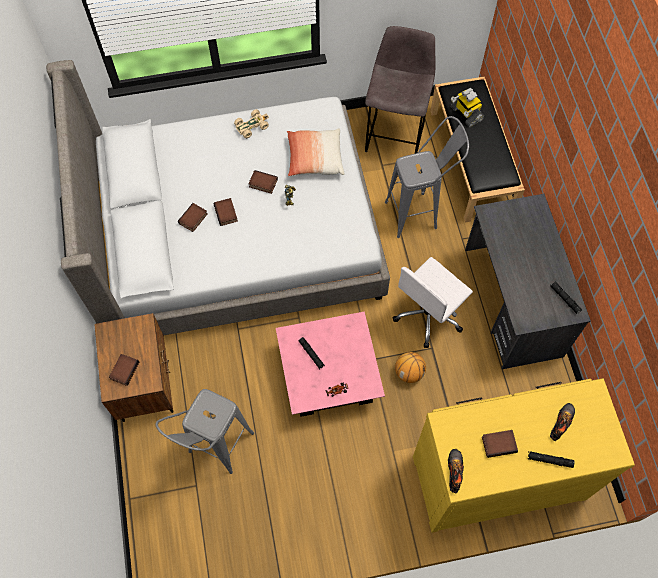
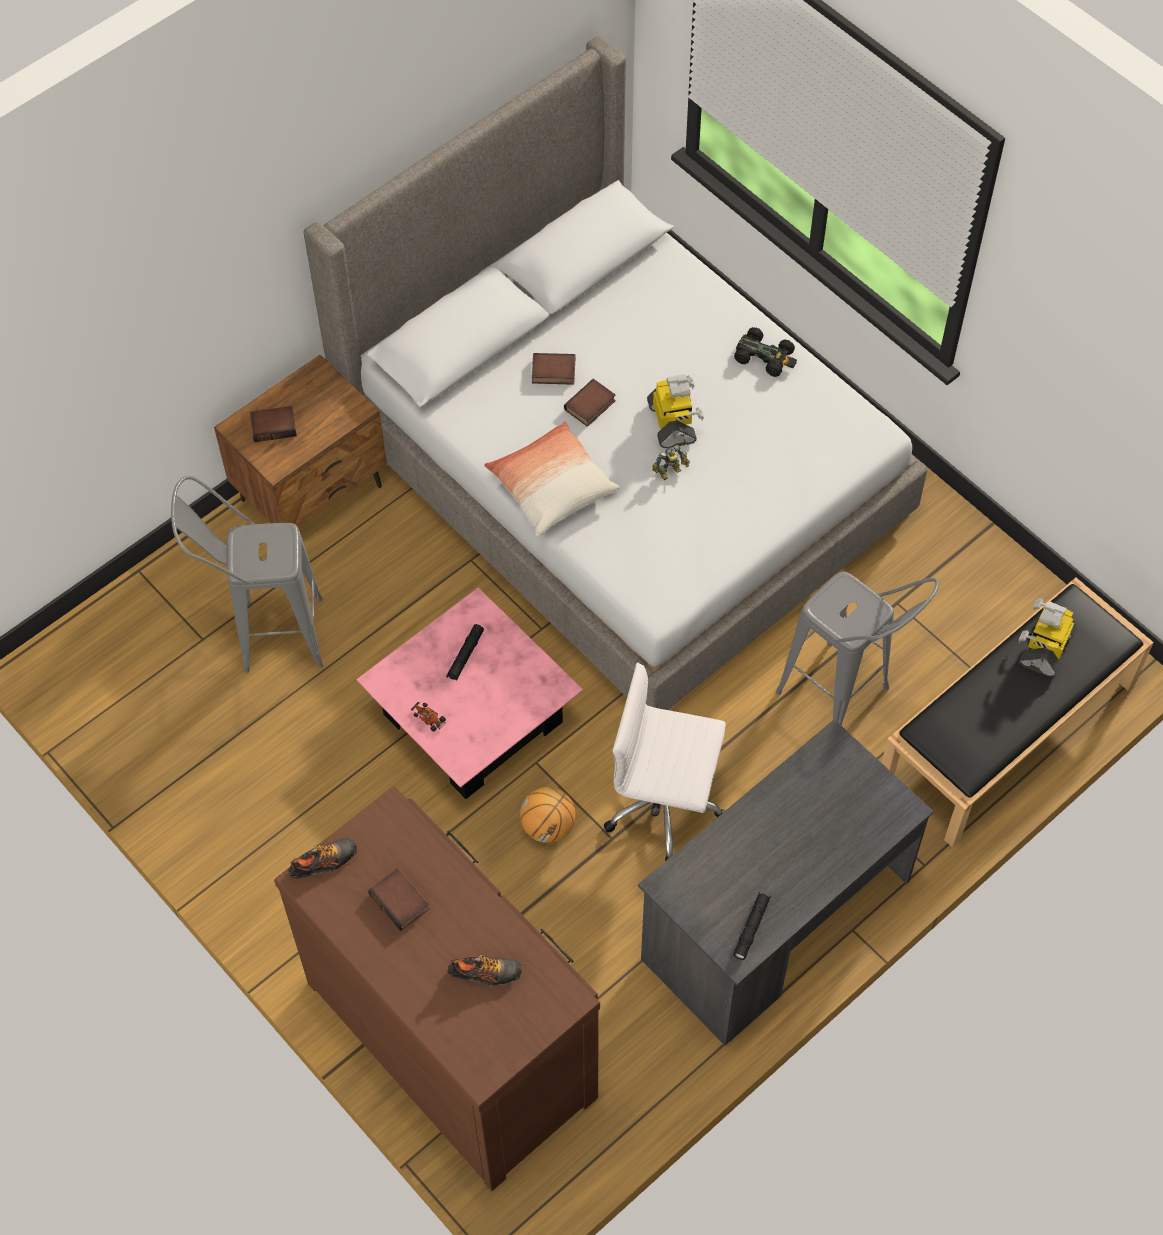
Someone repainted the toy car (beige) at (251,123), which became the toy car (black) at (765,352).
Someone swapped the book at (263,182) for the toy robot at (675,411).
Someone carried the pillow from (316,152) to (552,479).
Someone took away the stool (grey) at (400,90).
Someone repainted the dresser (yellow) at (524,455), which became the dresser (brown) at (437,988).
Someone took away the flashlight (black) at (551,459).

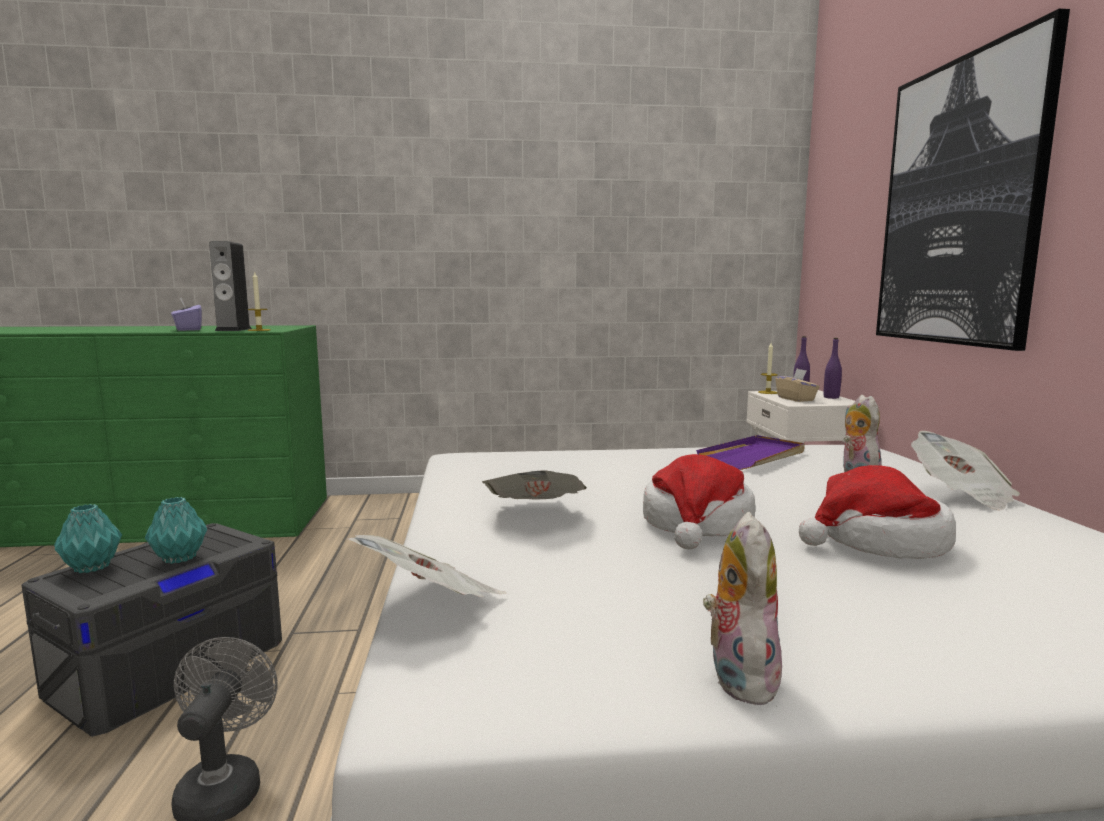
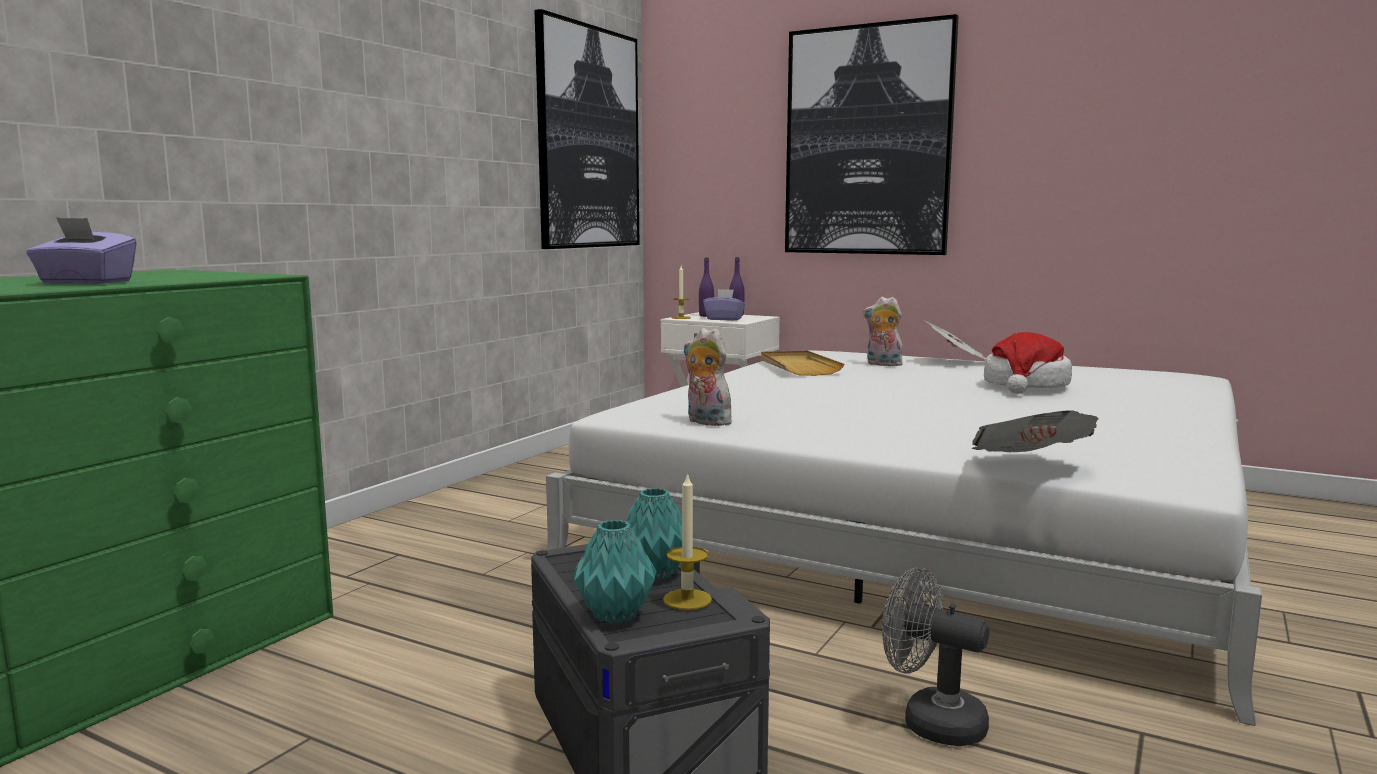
Someone took away the speaker at (230,286).
Someone carried the candle from (259,301) to (687,541).
Someone took away the newspaper at (534,485).
Someone took away the hat at (699,501).
Someone repainted the tray (purple) at (750,452), which became the tray (beige) at (803,363).
Someone carried the plush toy from (742,608) to (707,377).
Someone repainted the tissue box (beige) at (797,385), which became the tissue box (purple) at (724,305).
Someone put up the picture at (586,129).

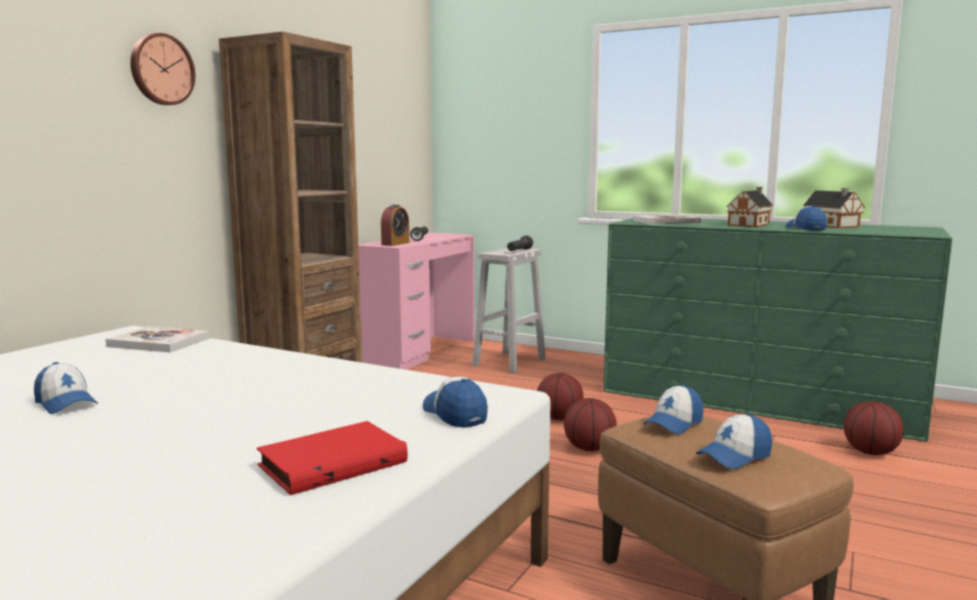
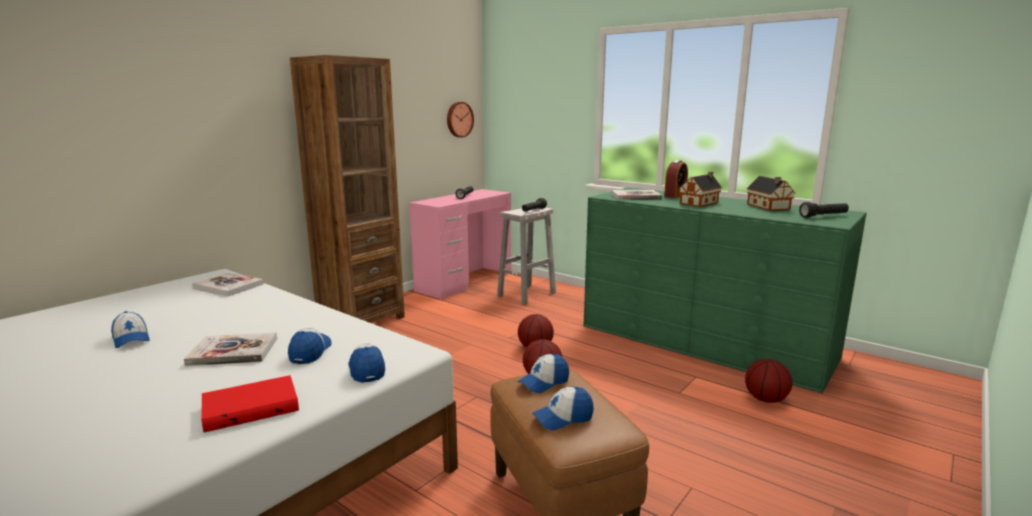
Someone carried the wall clock from (162,69) to (460,120).
Someone carried the alarm clock from (395,225) to (676,179).
Someone carried the cap from (806,218) to (310,346).
Someone put down the book at (230,349).
Someone put down the flashlight (black) at (824,210).

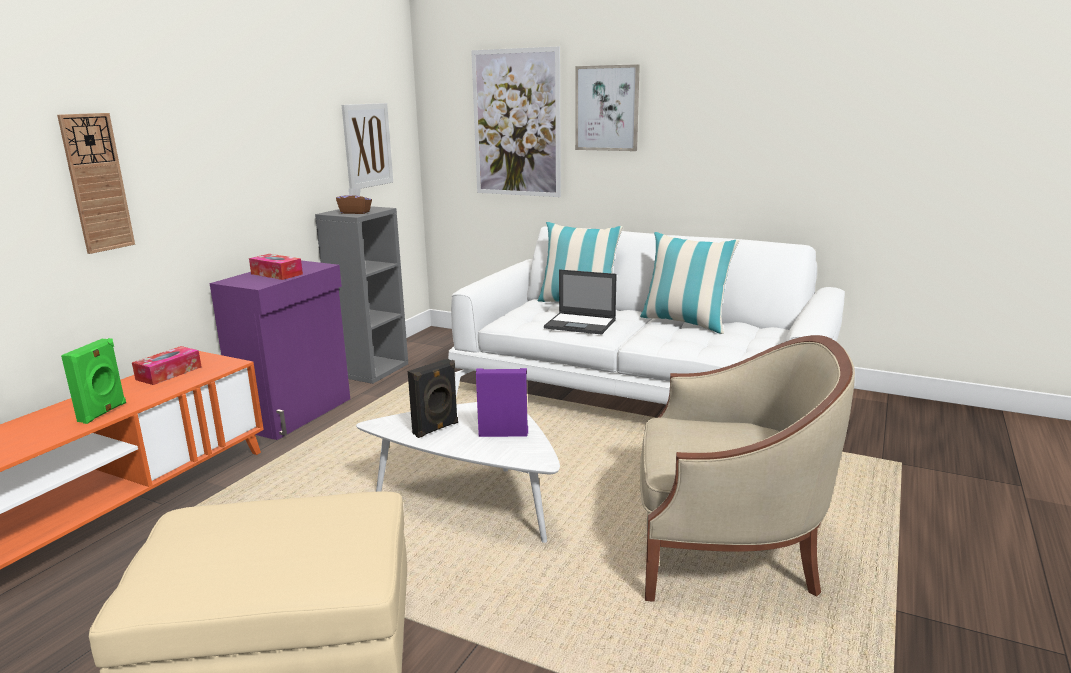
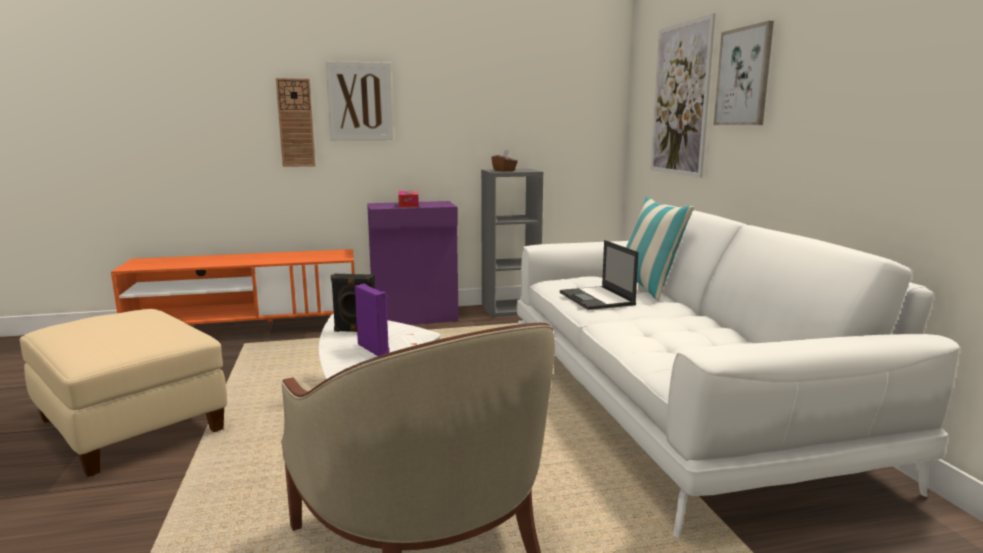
Someone took away the speaker (green) at (93,381).
Someone took away the tissue box at (166,365).
Someone carried the picture from (367,146) to (359,100).
Someone took away the pillow at (689,283).

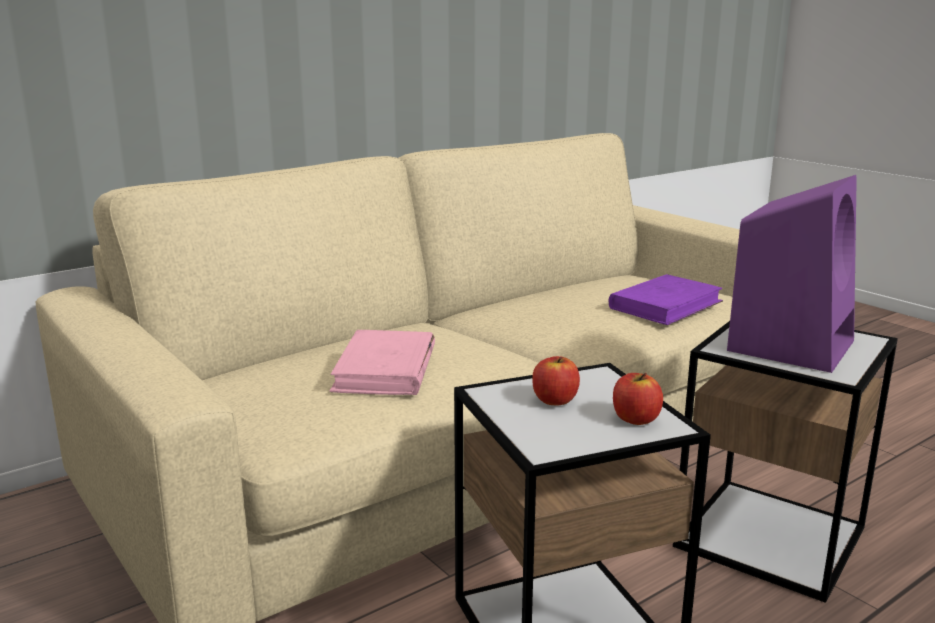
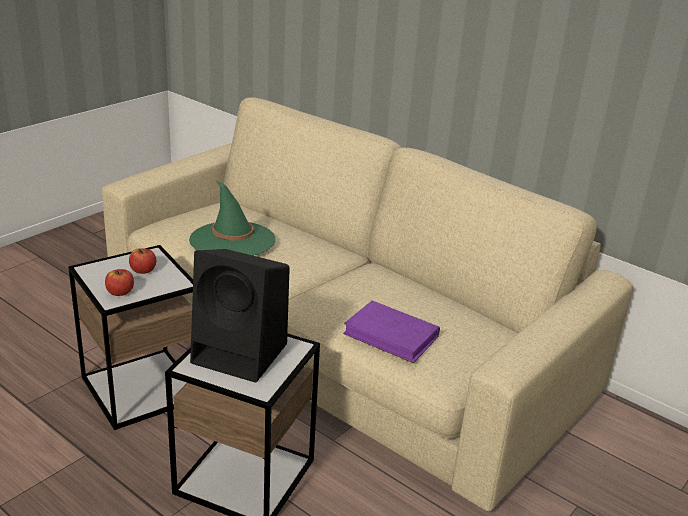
Someone swapped the book (pink) at (382,362) for the hat (green) at (232,218).
Someone repainted the speaker (purple) at (792,274), which became the speaker (black) at (240,316).

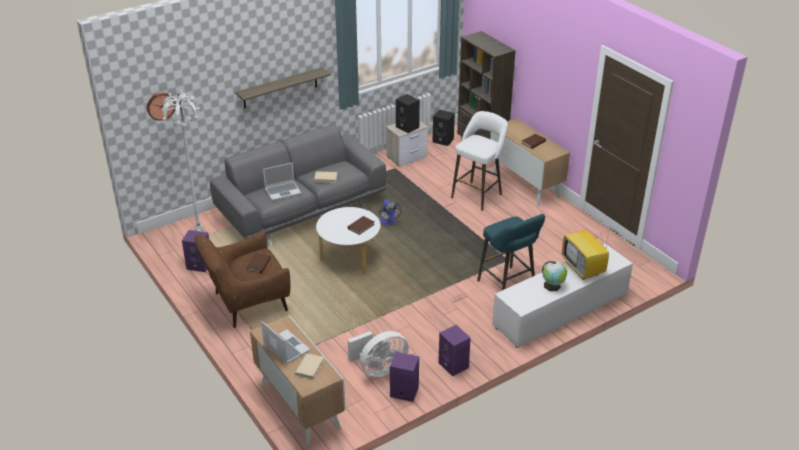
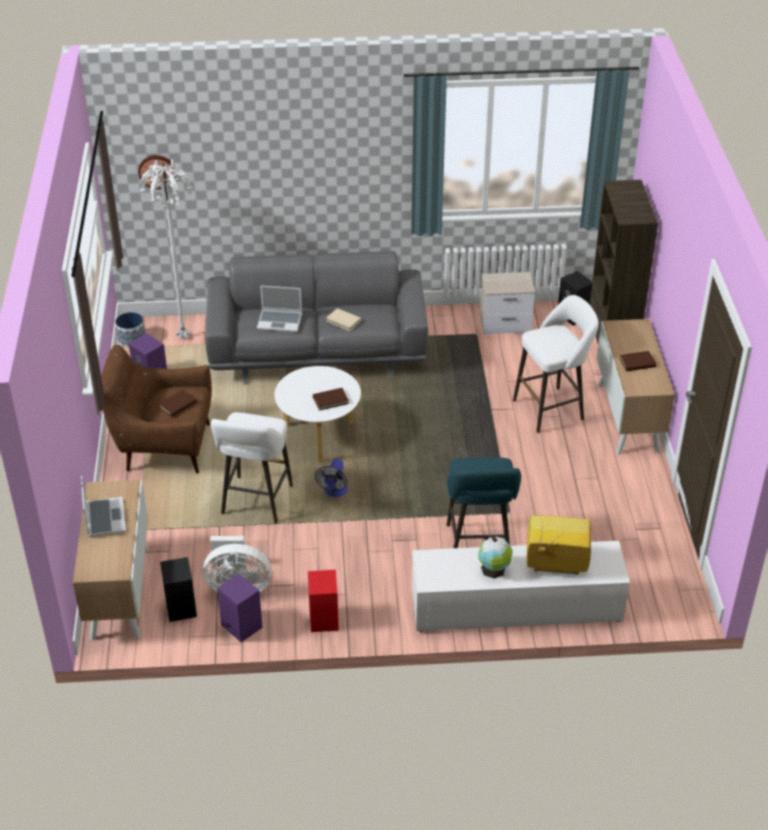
Someone took away the shelf at (283,88).
Someone took away the book (beige) at (309,366).
Someone carried the fan from (390,212) to (331,478).
Someone carried the speaker (black) from (408,113) to (178,589).
Someone repainted the speaker (purple) at (454,350), which became the speaker (red) at (323,601).
Someone rotated the television at (585,252) by 90 degrees clockwise.
Someone put down the planter at (130,330).
Someone put down the stool (white) at (252,468).

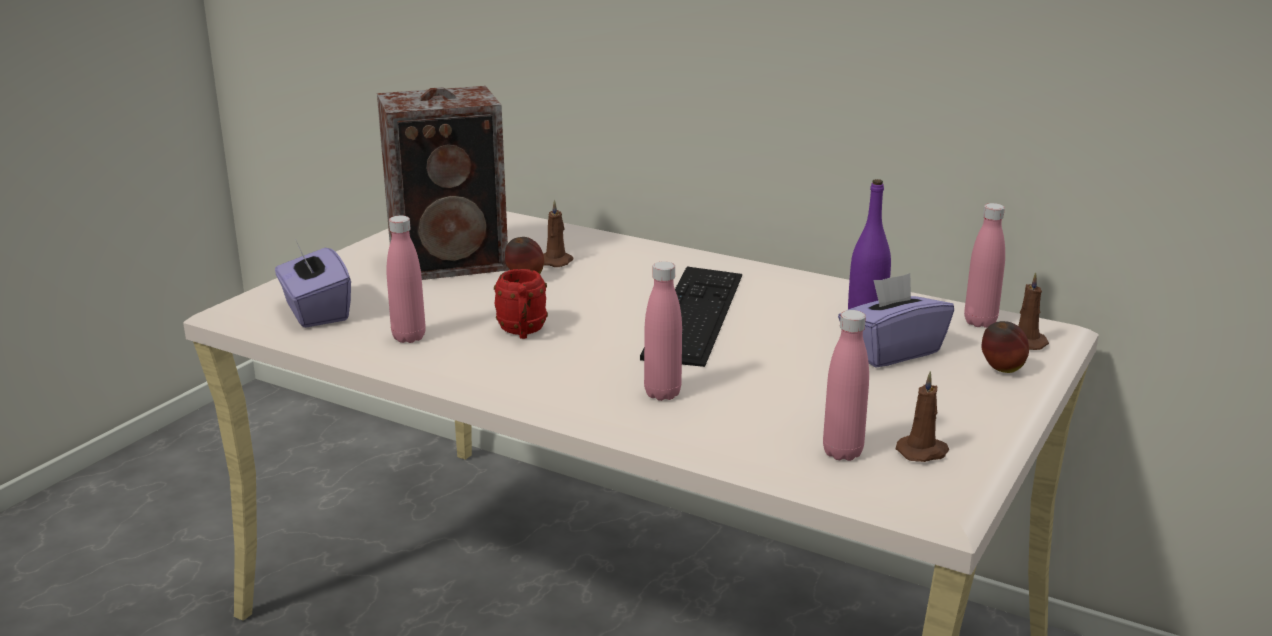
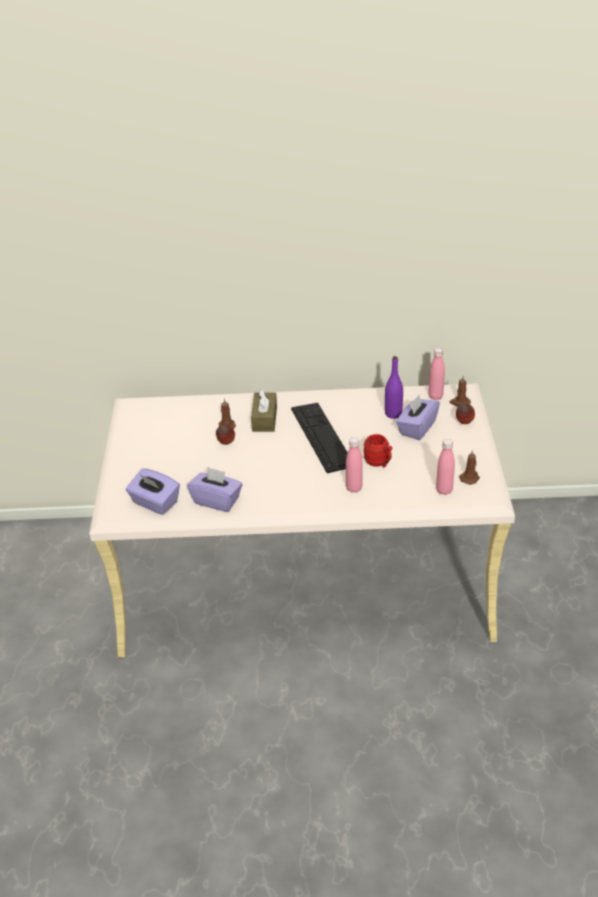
Someone took away the speaker at (443,183).
Someone swapped the bottle (pink) at (406,279) for the tissue box (purple) at (214,489).
Someone carried the mug (red) from (521,304) to (377,451).
Someone put down the tissue box (brown) at (264,410).

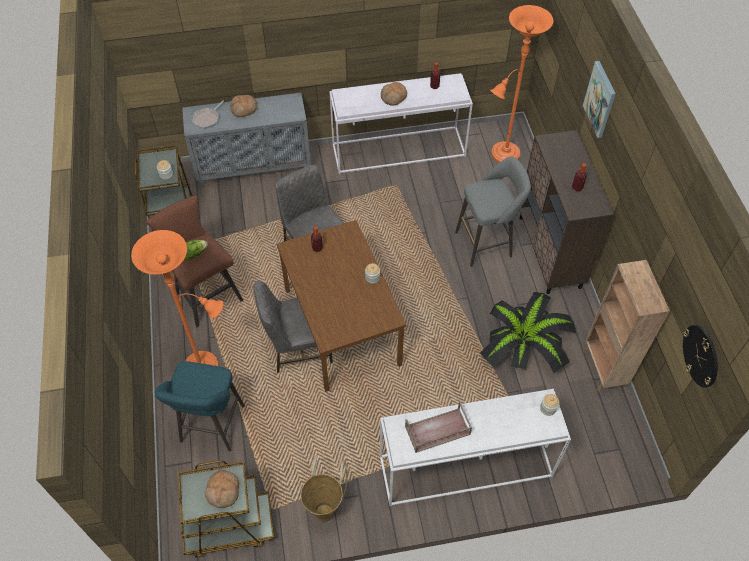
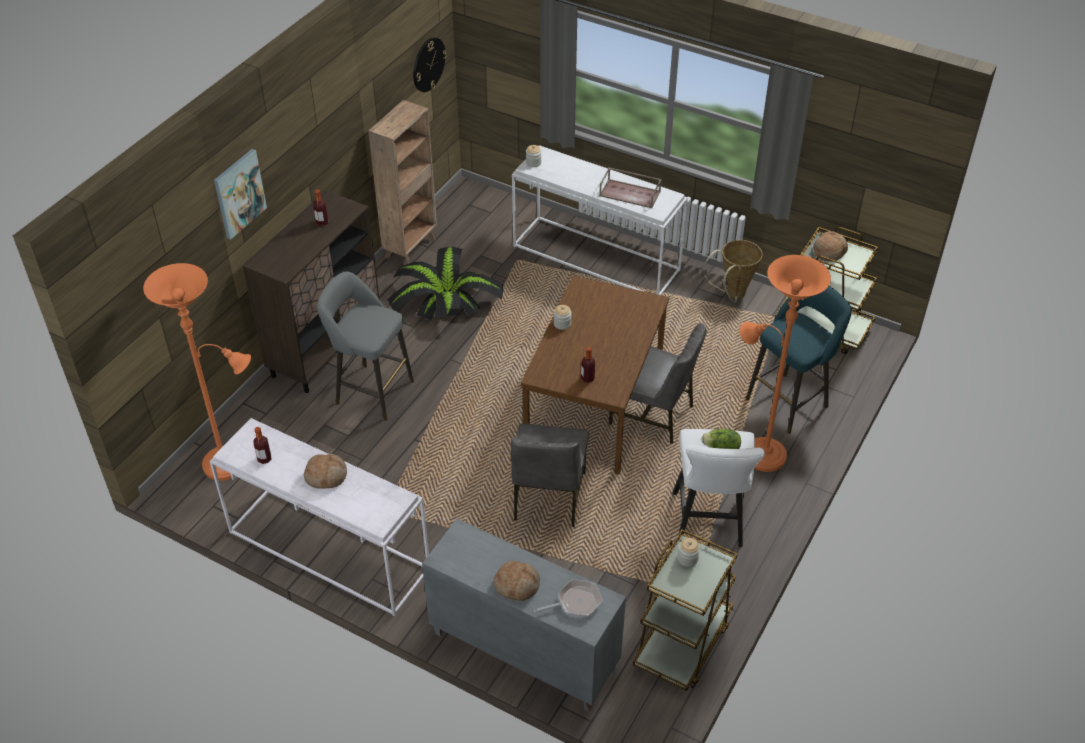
Someone repainted the stool (brown) at (194,261), which became the stool (white) at (719,488).

